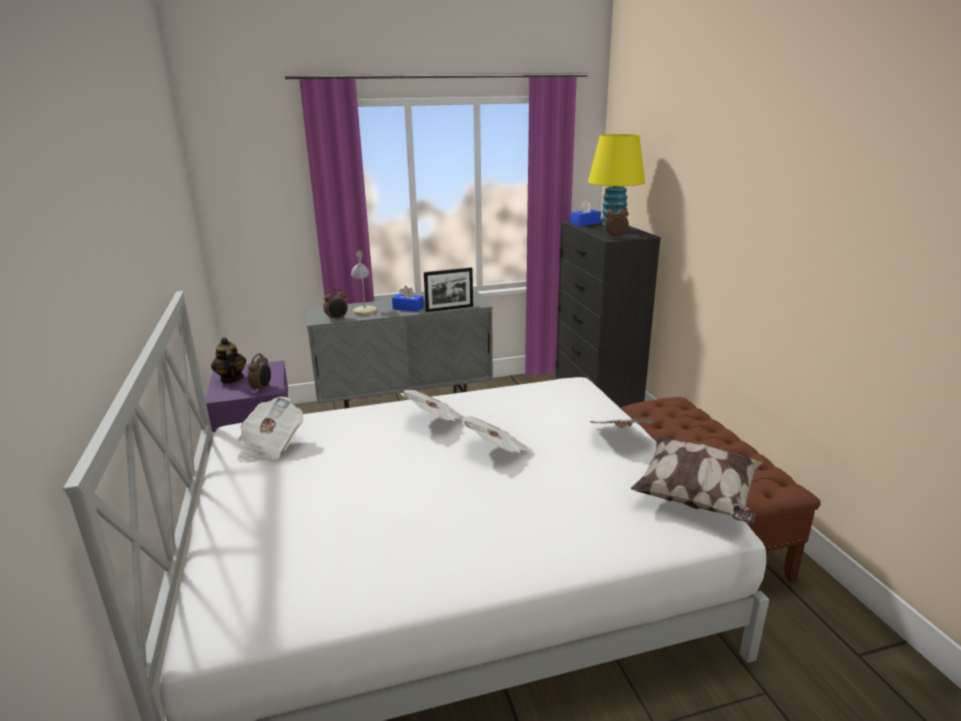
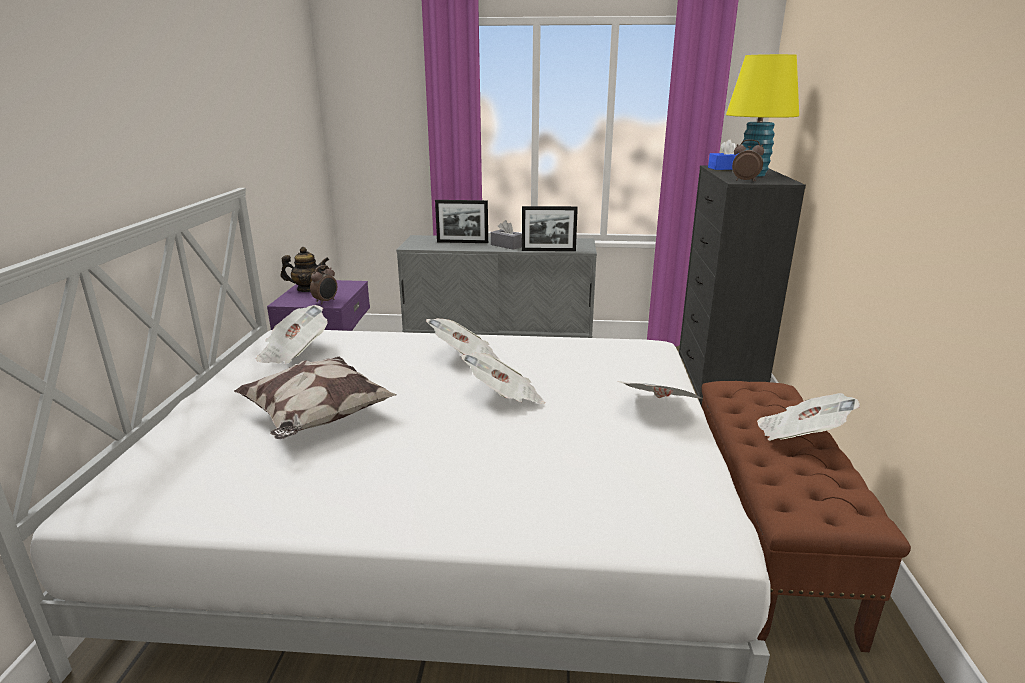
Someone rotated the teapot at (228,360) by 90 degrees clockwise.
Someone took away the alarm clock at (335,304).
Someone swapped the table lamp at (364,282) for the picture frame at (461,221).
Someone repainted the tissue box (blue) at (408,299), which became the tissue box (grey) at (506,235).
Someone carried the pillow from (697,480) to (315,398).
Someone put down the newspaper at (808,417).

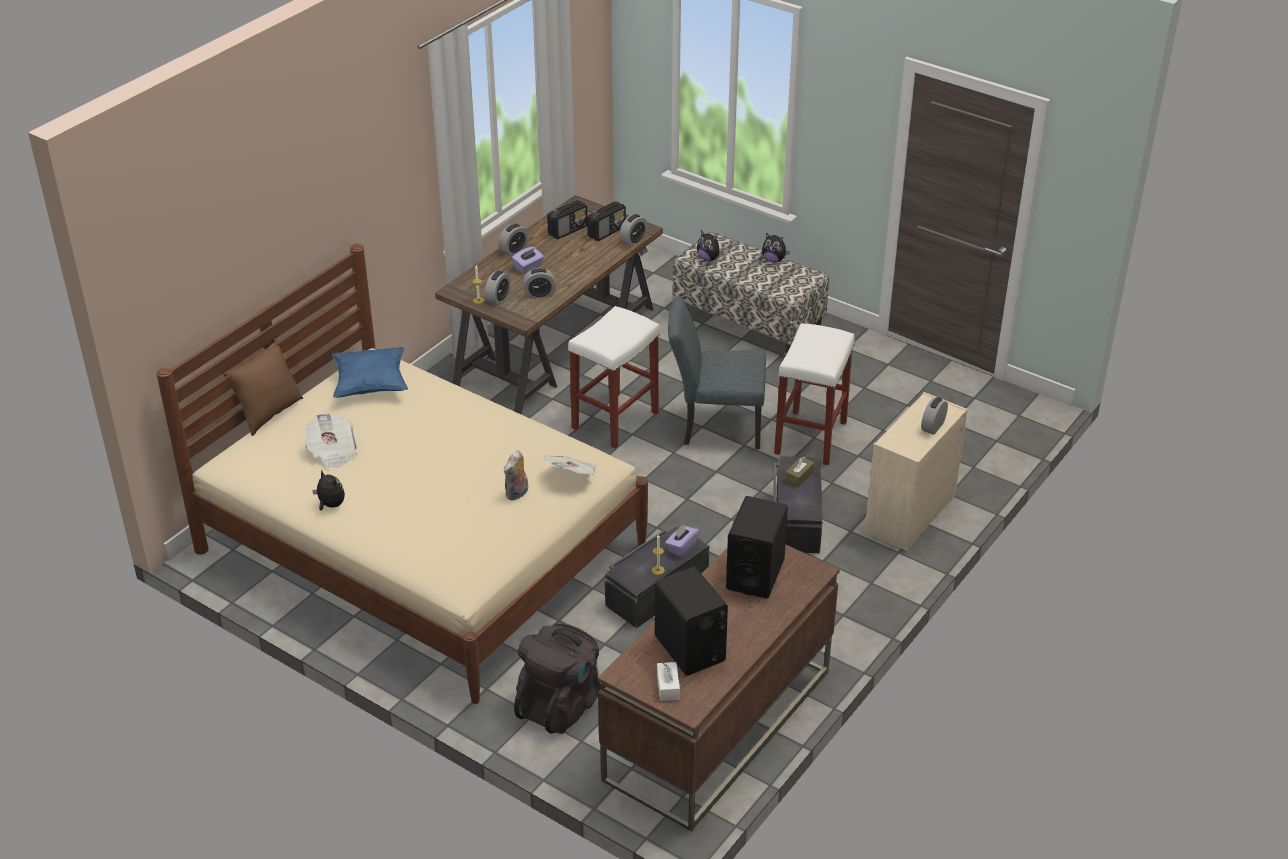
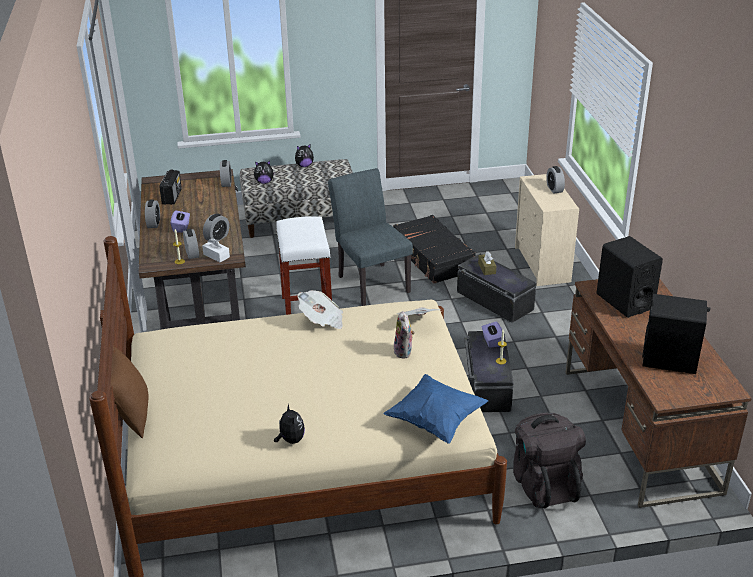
Someone carried the newspaper from (331,441) to (320,309).
Someone rotated the plush toy at (328,490) by 75 degrees clockwise.
Someone carried the pillow (blue) from (370,372) to (436,409).
Someone took away the radio at (606,221).
Someone carried the tissue box (white) from (668,681) to (216,250).
Someone rotated the chair (grey) at (717,373) by 105 degrees clockwise.
Someone swapped the stool (white) at (814,394) for the suitcase (black) at (434,249).

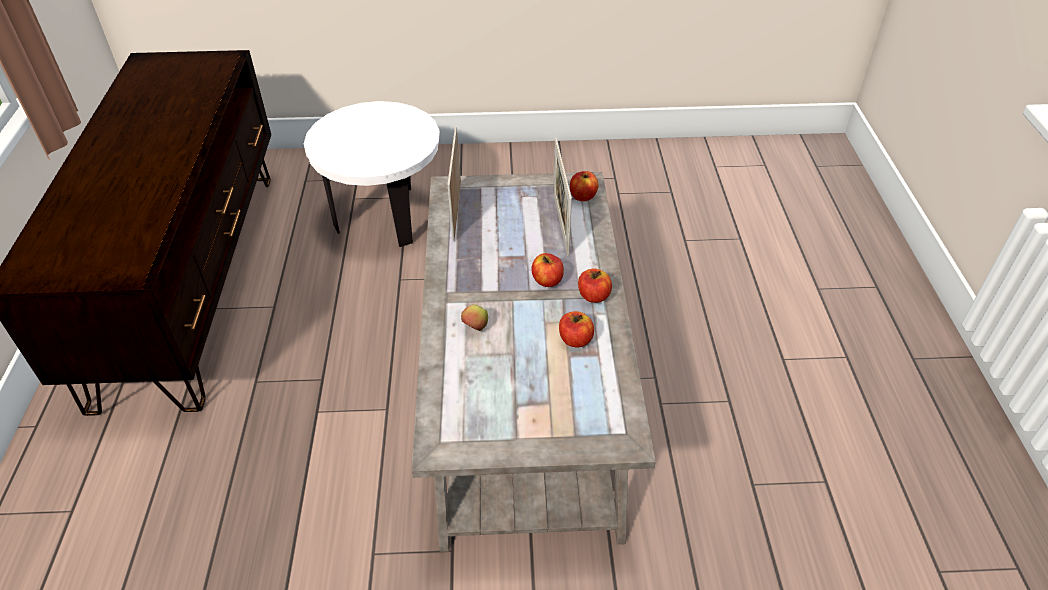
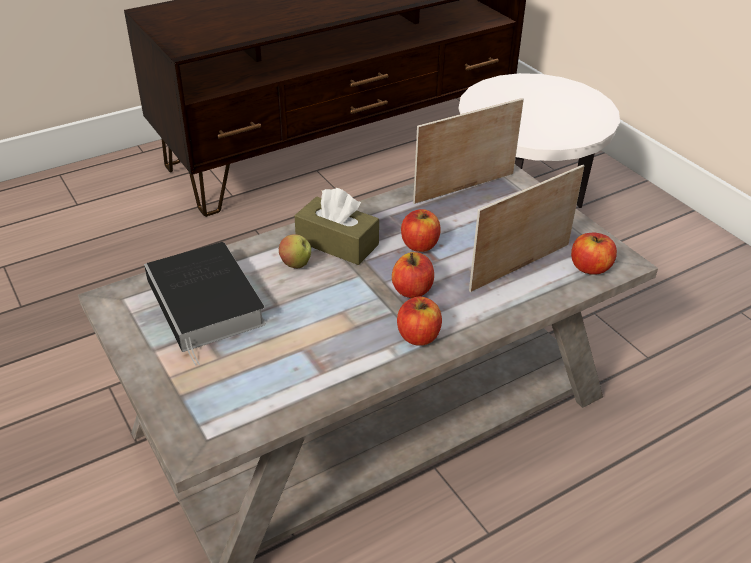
Someone carried the apple from (576,329) to (421,230).
Someone put down the book at (205,304).
Someone put down the tissue box (brown) at (336,226).

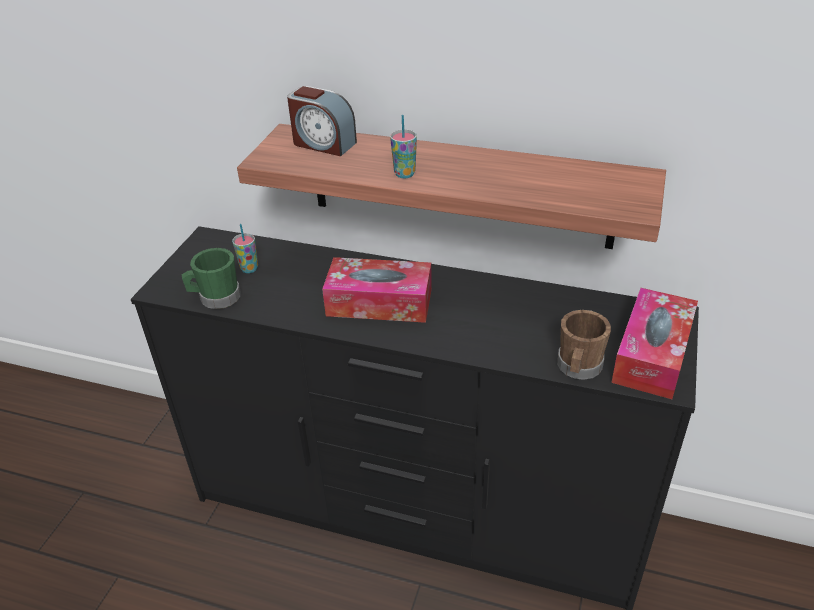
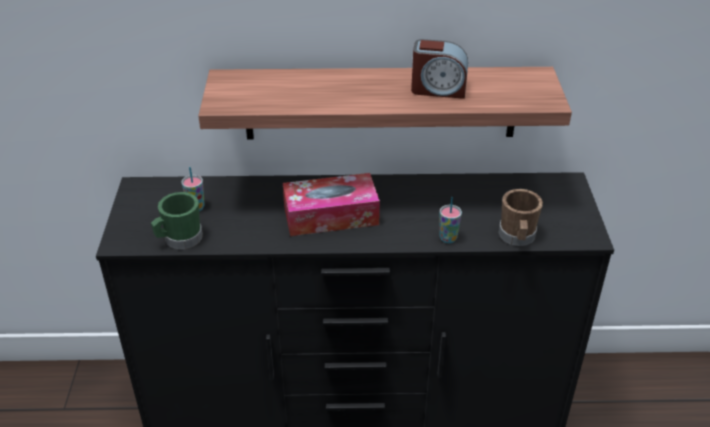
Someone carried the alarm clock from (322,121) to (439,69).
Someone carried the cup from (403,146) to (450,220).
Someone took away the tissue box at (654,343).

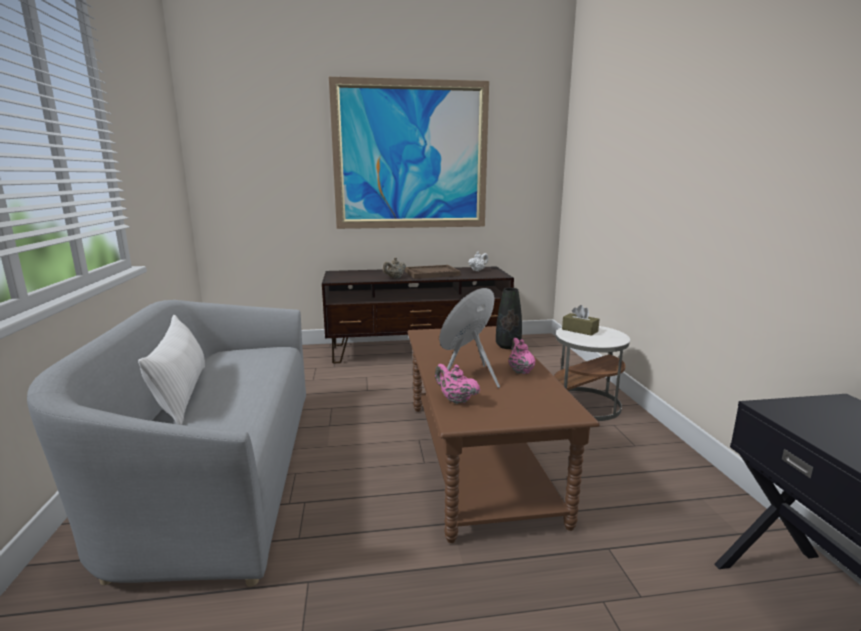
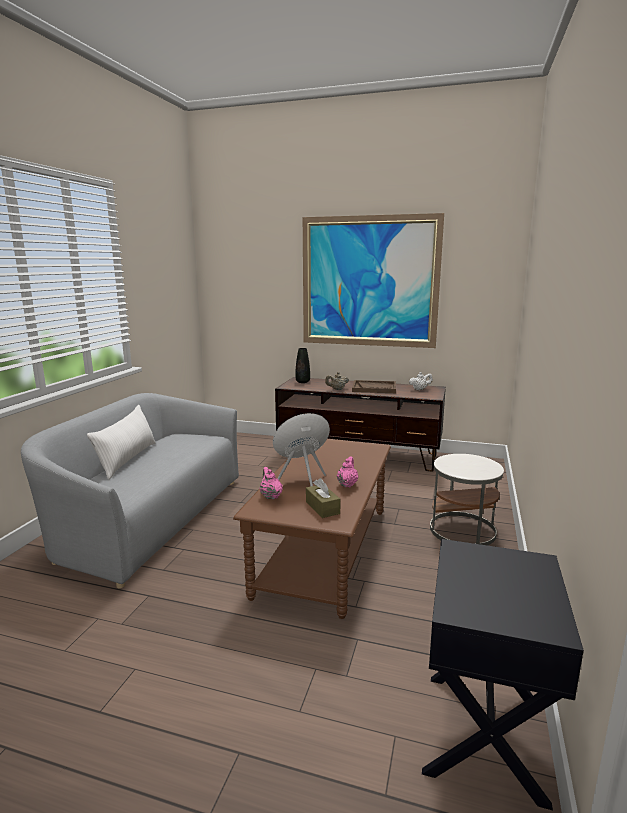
Someone carried the vase (black) from (509,318) to (302,365).
Someone carried the tissue box (brown) from (580,320) to (323,498).

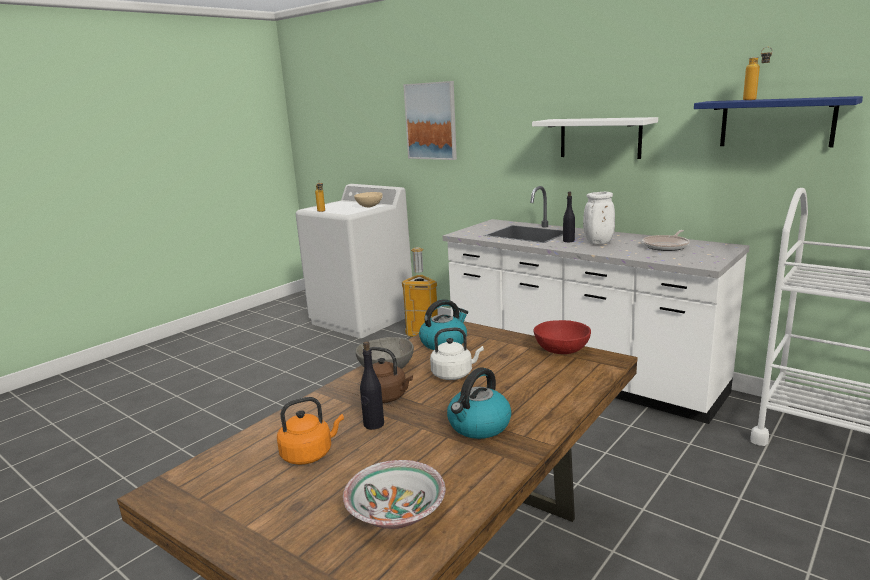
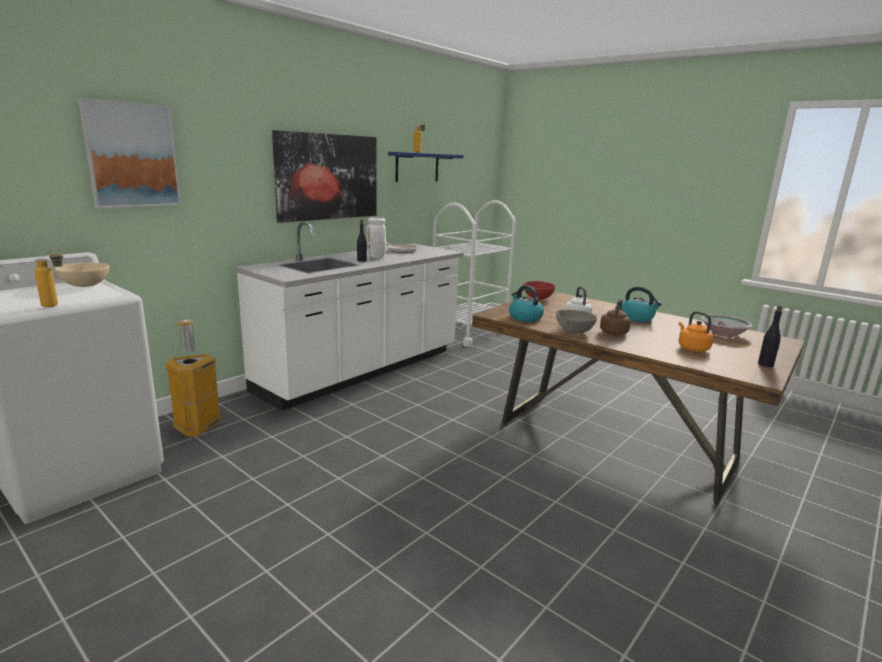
Someone carried the bottle (black) from (372,385) to (770,336).
Someone swapped the shelf (white) at (595,138) for the picture at (324,176).

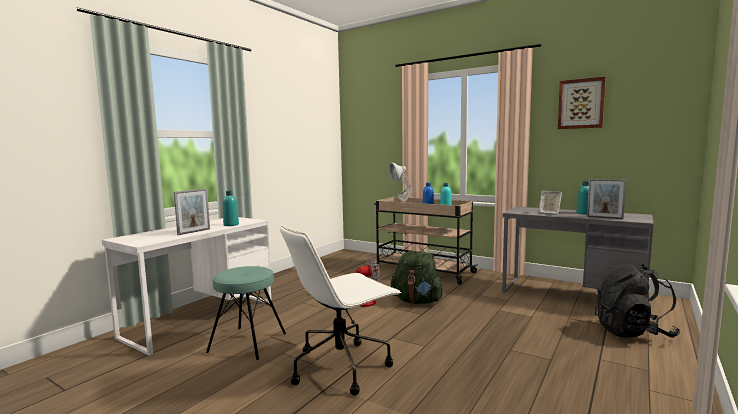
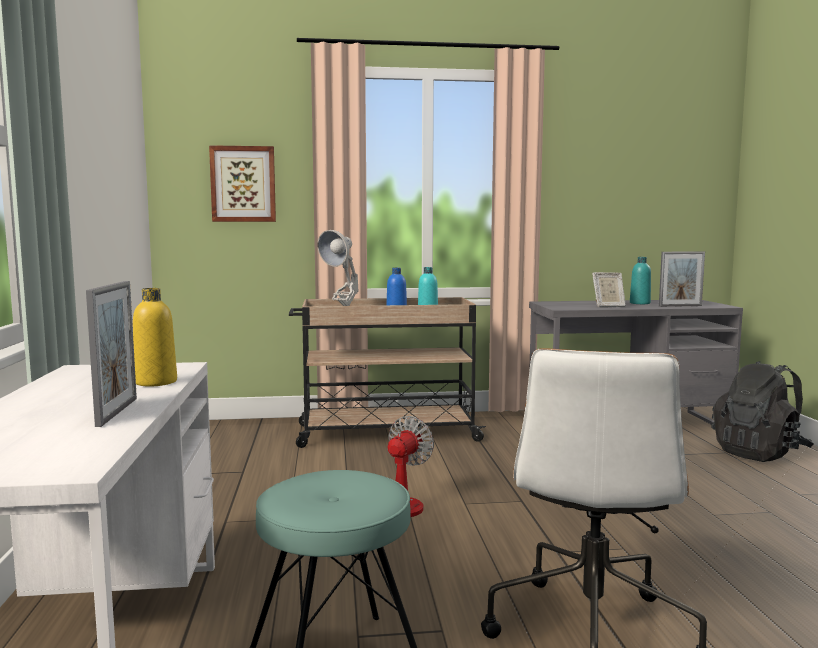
Someone repainted the bottle (turquoise) at (231,208), which became the bottle (yellow) at (155,337).
Someone took away the backpack (green) at (417,277).
Someone carried the picture from (582,103) to (242,183).

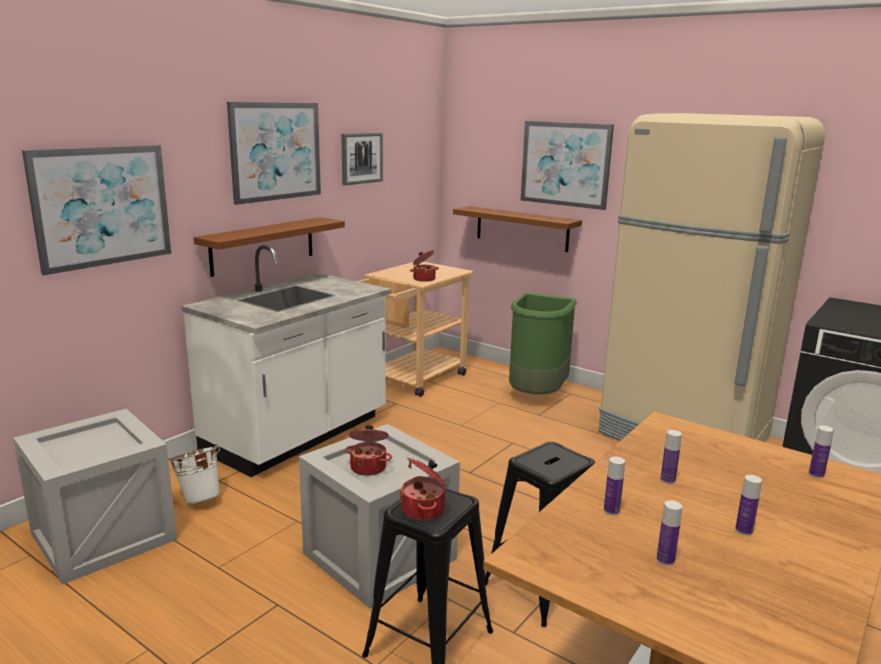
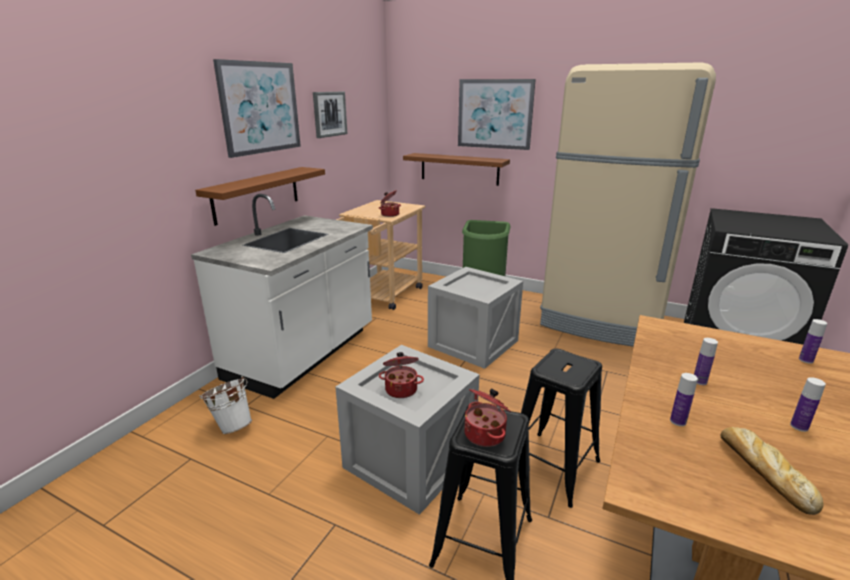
Someone carried the crate from (95,497) to (475,318).
Someone took away the picture at (96,210).
Someone swapped the bottle at (669,533) for the bread at (771,471).

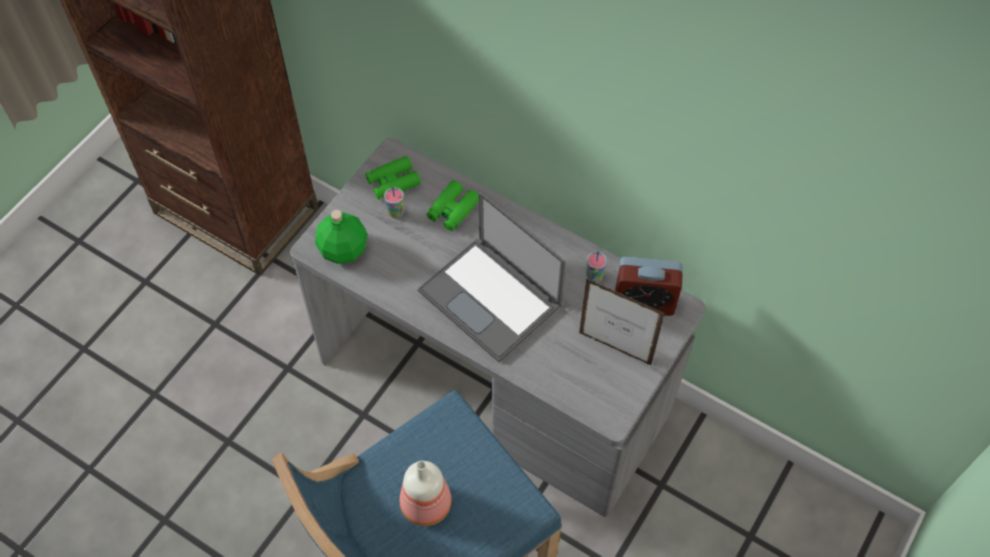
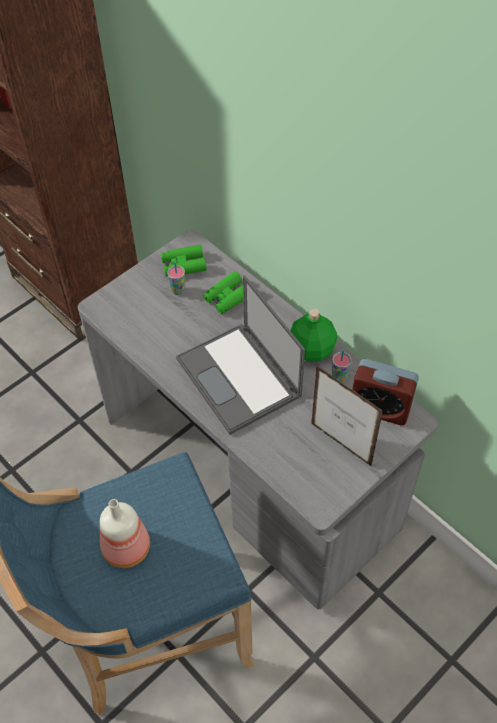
Someone carried the bottle (green) from (341,237) to (313,335).

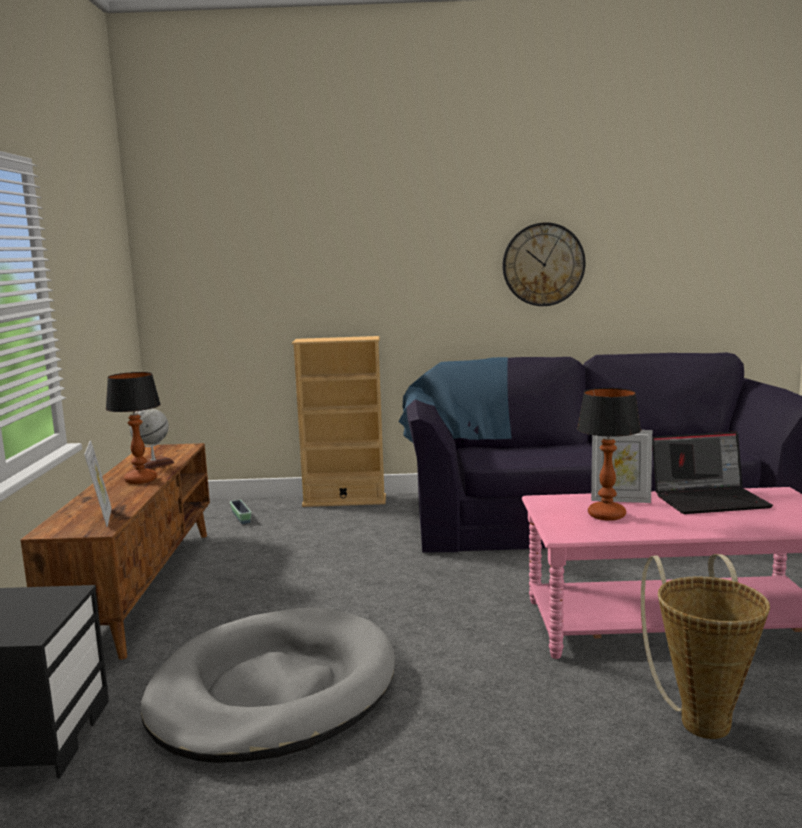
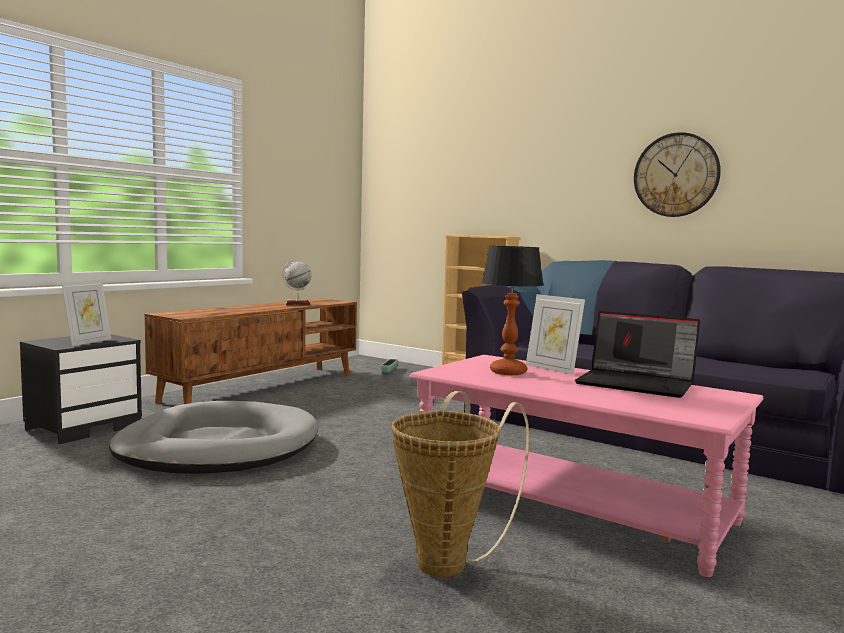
Someone carried the picture frame from (98,483) to (86,313).
Someone took away the table lamp at (133,428).

